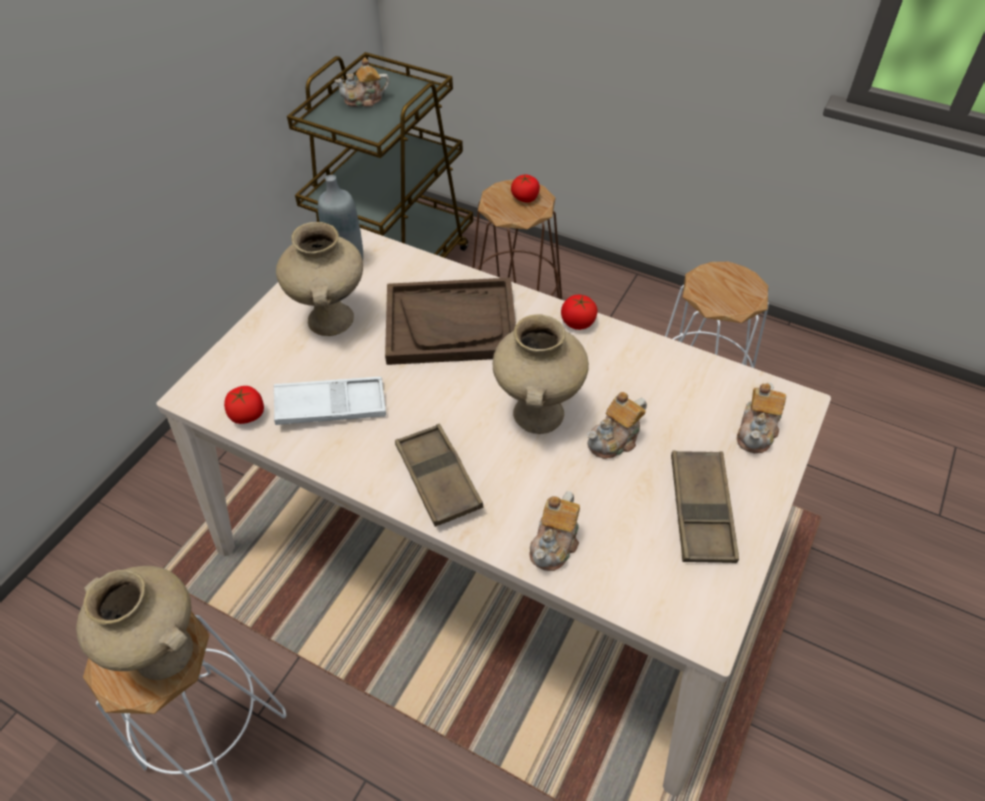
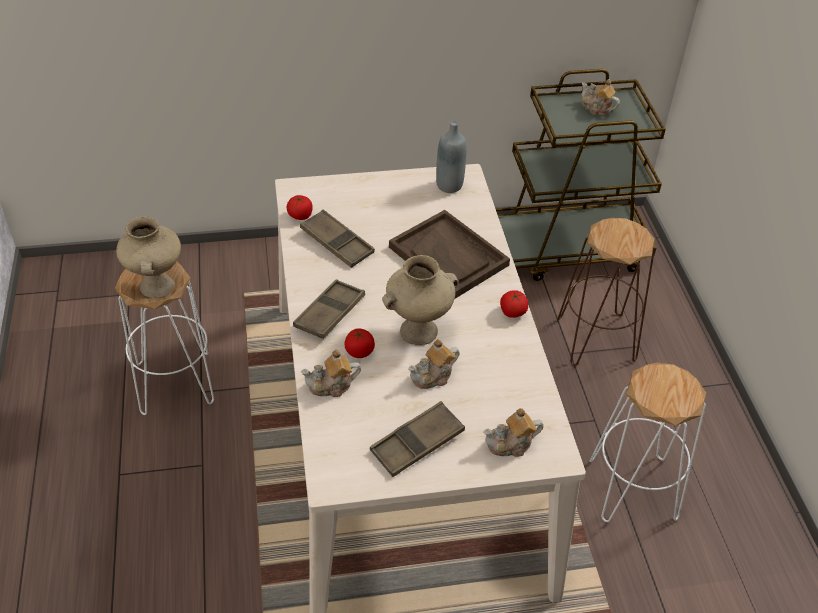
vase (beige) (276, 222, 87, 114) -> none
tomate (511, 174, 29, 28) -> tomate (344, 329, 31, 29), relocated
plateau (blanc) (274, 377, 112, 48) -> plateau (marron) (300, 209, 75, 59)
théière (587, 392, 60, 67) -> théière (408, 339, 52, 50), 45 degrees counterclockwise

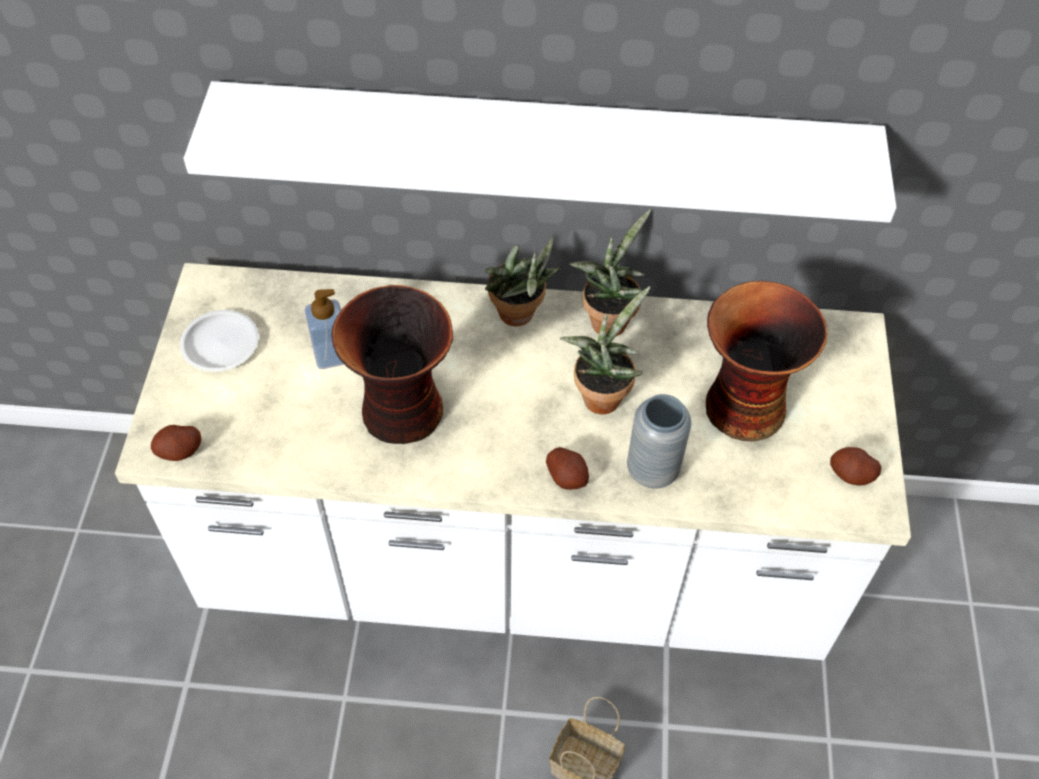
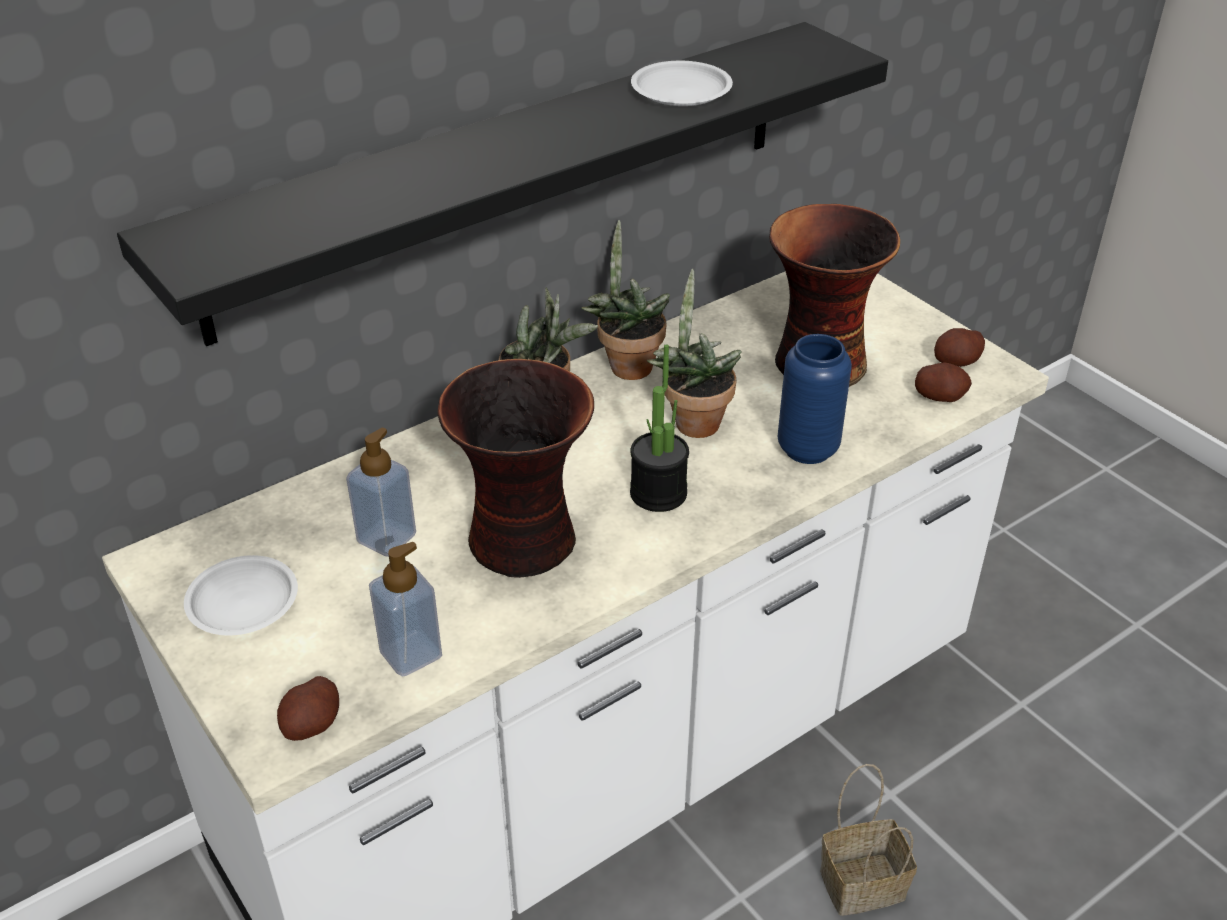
none -> distributeur de savon (369, 542, 73, 135)
none -> plante en pot (630, 344, 59, 168)
none -> assiette (blanc) (631, 61, 102, 45)
pomme de terre (546, 447, 43, 43) -> pomme de terre (915, 362, 57, 40), relocated
étagère (blanc) (184, 81, 713, 142) -> étagère (noir) (117, 22, 771, 324)
vase (gris) (627, 394, 64, 94) -> vase (bleu) (777, 334, 75, 130)

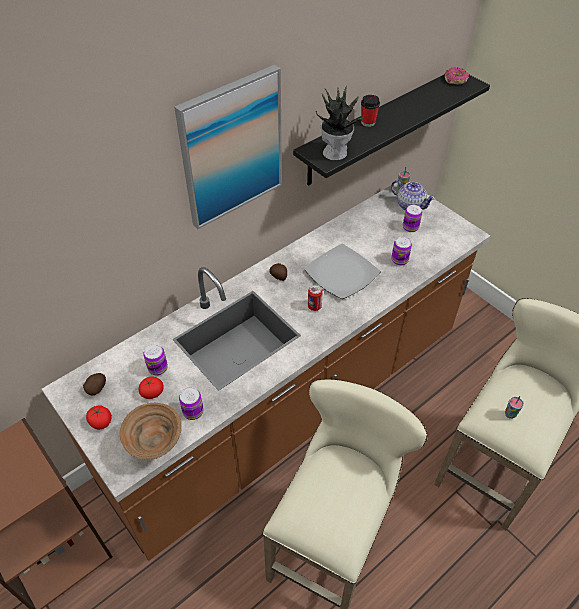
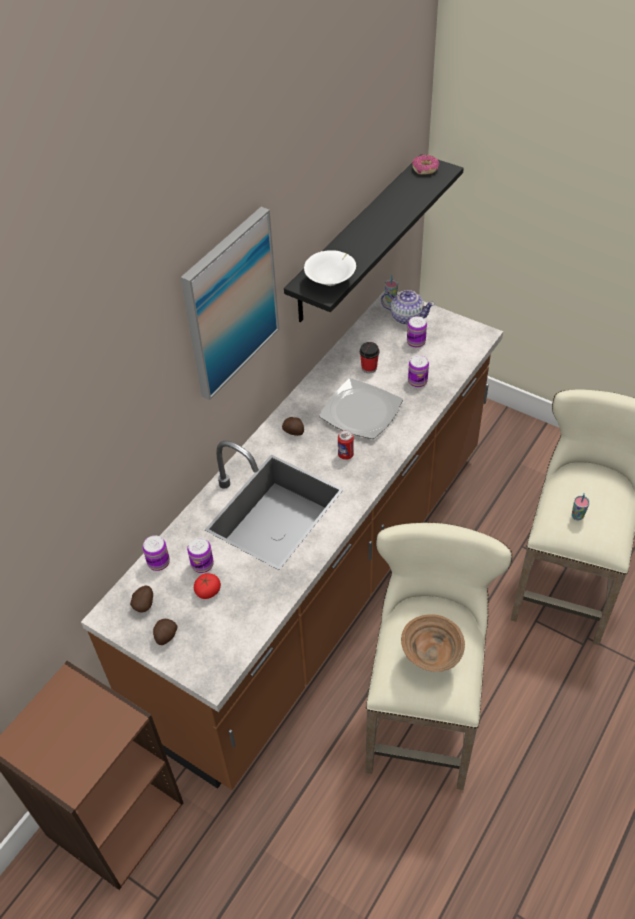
bol (marron) (120, 403, 62, 57) -> bol (marron) (401, 614, 64, 58), relocated
boîte métallique (179, 387, 25, 33) -> boîte métallique (142, 535, 28, 36), relocated
tasse (361, 95, 19, 32) -> tasse (360, 342, 19, 31), relocated
tomate (86, 405, 26, 24) -> pomme de terre (153, 619, 25, 26)
plante en pot (316, 86, 51, 74) -> bol (blanc) (304, 250, 52, 36)

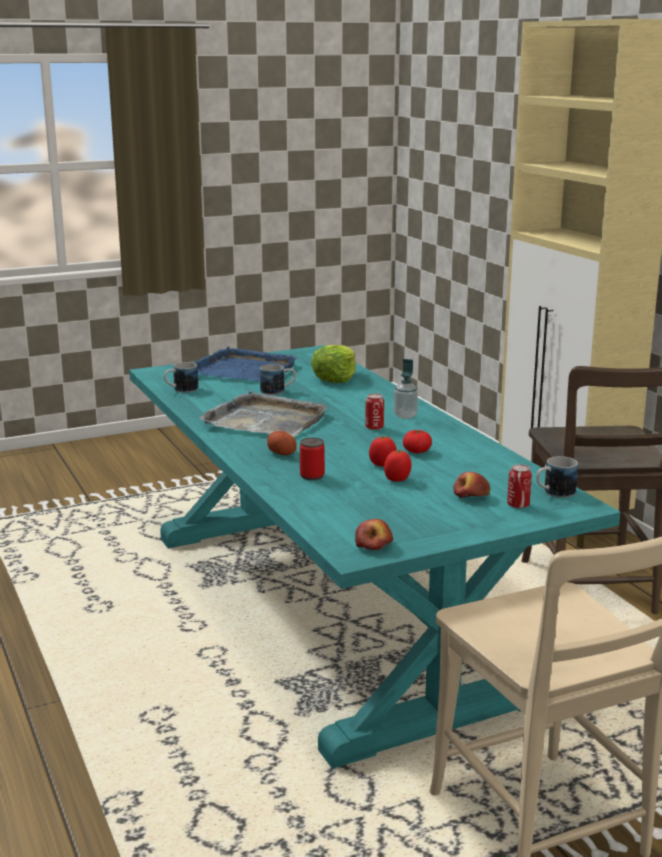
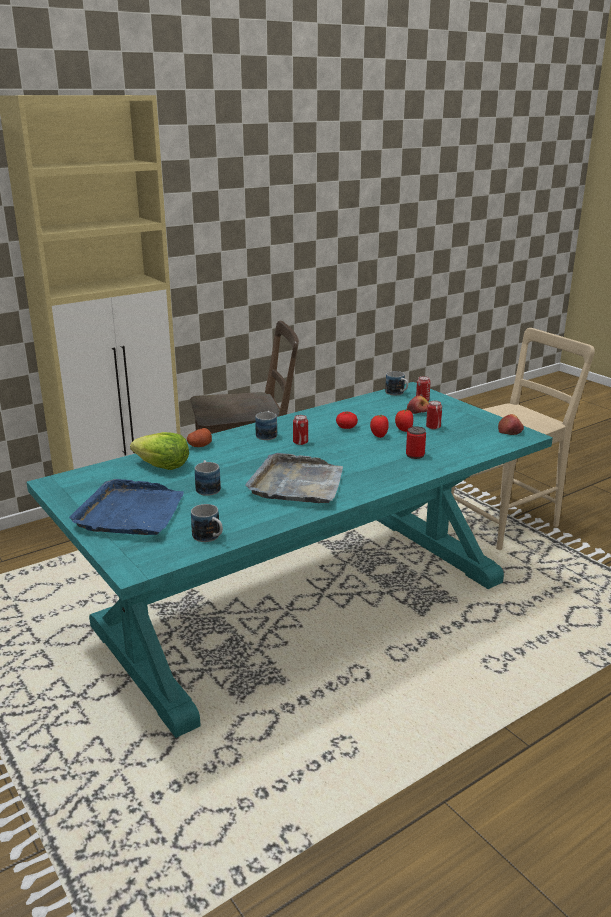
none -> boîte métallique (426, 401, 16, 28)
pomme de terre (267, 431, 30, 24) -> pomme de terre (187, 428, 25, 19), relocated
distributeur de savon (394, 359, 24, 60) -> mug (255, 411, 22, 29)

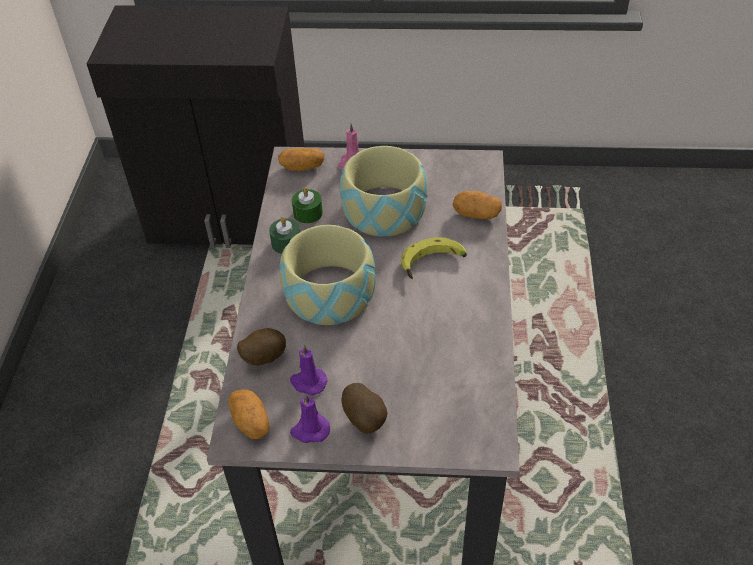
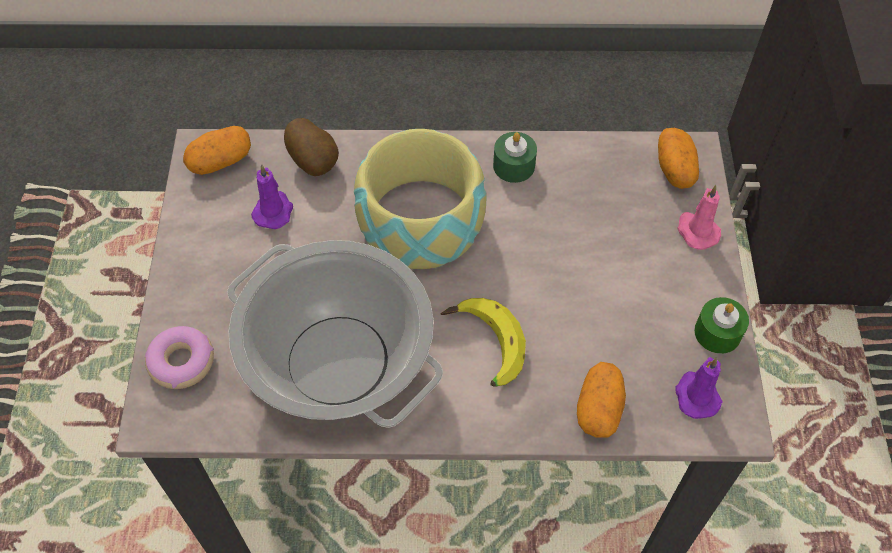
bol (340, 146, 88, 91) -> none
pomme de terre (341, 383, 46, 51) -> none
none -> beignet (145, 326, 69, 63)
none -> marmite (227, 240, 216, 188)
bougie (violet) (290, 393, 40, 50) -> bougie (violet) (676, 357, 47, 62), relocated
bougie (vert) (292, 187, 31, 37) -> bougie (vert) (694, 297, 55, 57), relocated

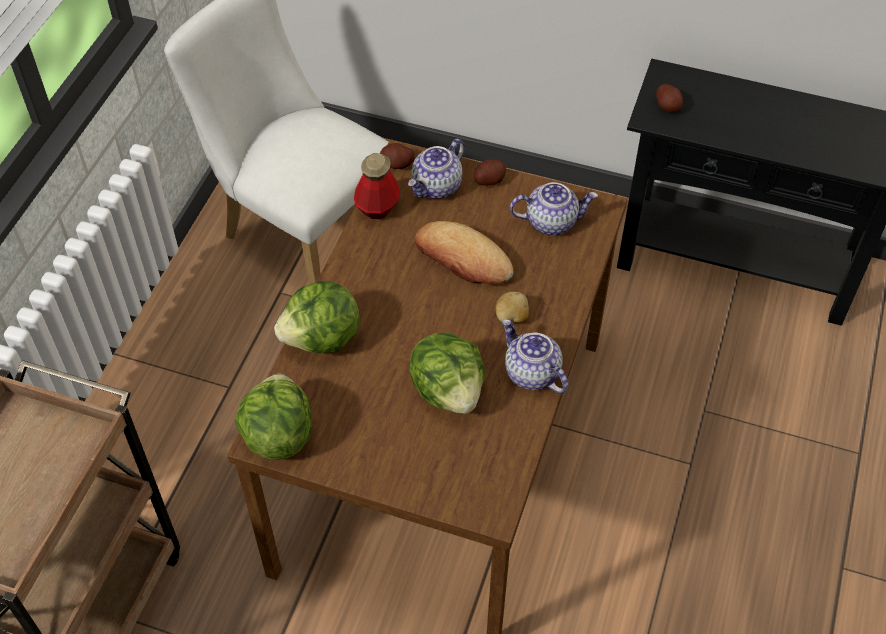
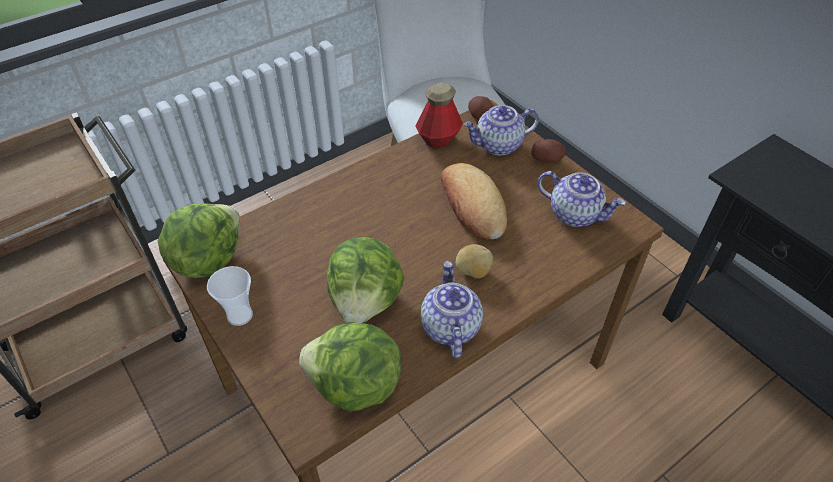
pomme de terre (656, 84, 27, 28) -> none
none -> tasse (207, 266, 46, 60)
laitue (274, 281, 86, 72) -> laitue (299, 322, 102, 90), relocated

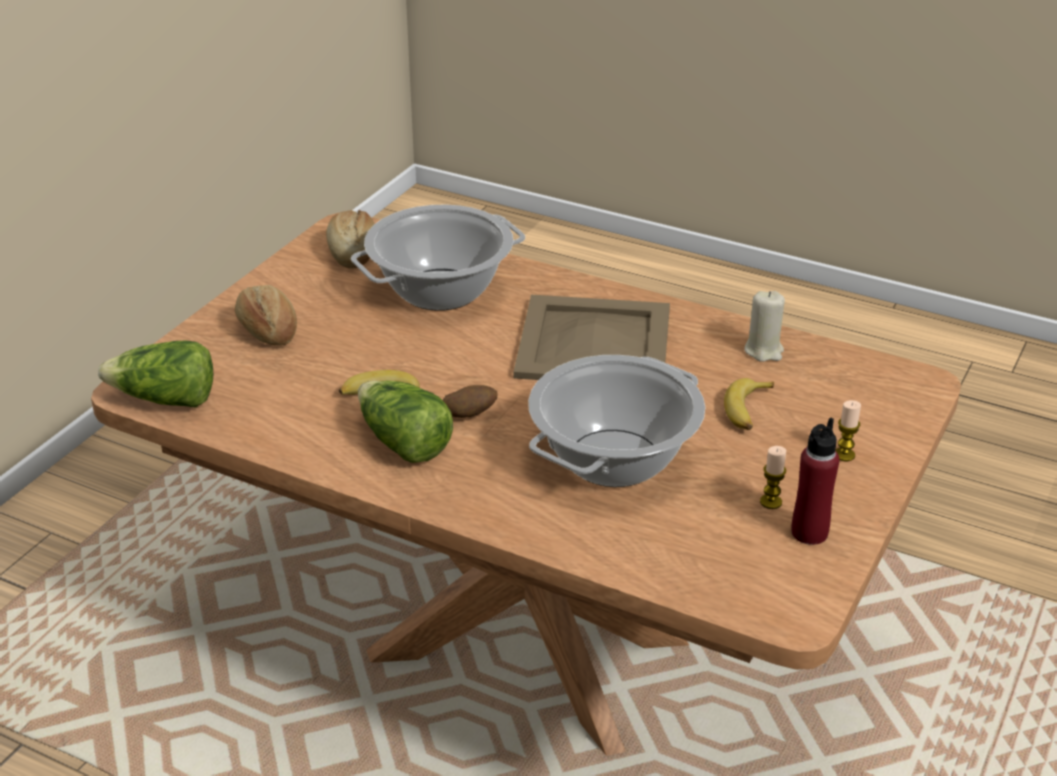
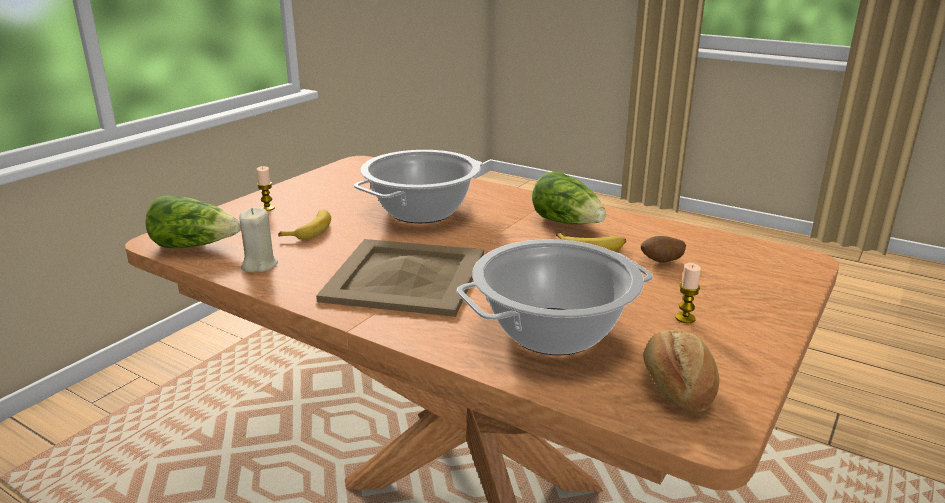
pain (235, 285, 62, 61) -> none
bouteille (rouge) (791, 418, 48, 127) -> none
laitue (98, 341, 115, 67) -> laitue (146, 195, 95, 53), relocated
pomme de terre (443, 385, 54, 33) -> pomme de terre (641, 236, 45, 27), relocated
bougie (760, 446, 26, 63) -> bougie (675, 263, 26, 60), relocated

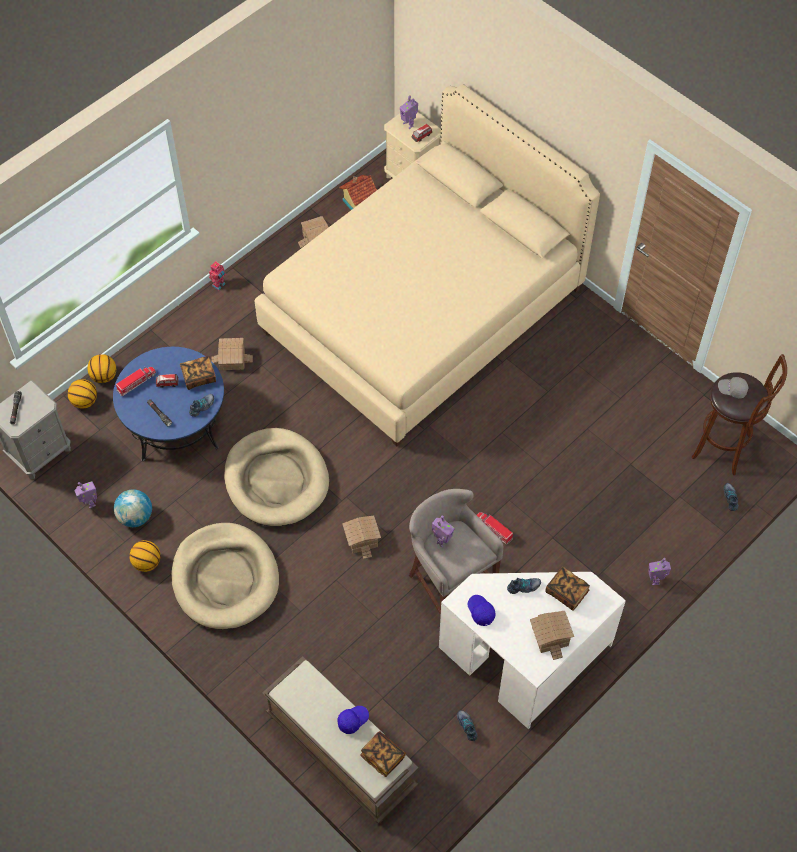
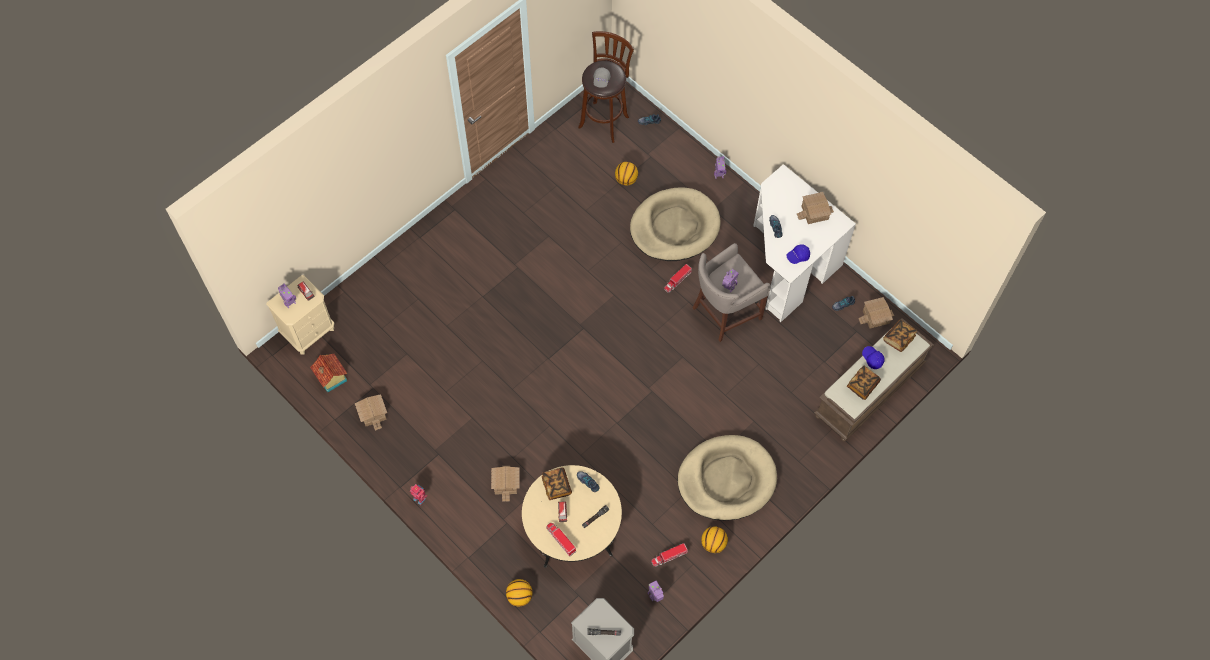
lit (beige) (255, 84, 345, 362) -> none
ballon de basket (68, 379, 29, 30) -> ballon de basket (615, 162, 23, 23), relocated
panier pour chien (beige) (224, 428, 105, 98) -> panier pour chien (beige) (630, 187, 91, 74), relocated
maison miniature (342, 516, 39, 43) -> maison miniature (858, 297, 36, 32), relocated
livre (545, 567, 45, 44) -> livre (847, 365, 34, 35), relocated
globe (114, 489, 38, 38) -> camion jouet (651, 543, 37, 24)
table basse (bleu) (113, 347, 111, 114) -> table basse (beige) (522, 465, 100, 103)

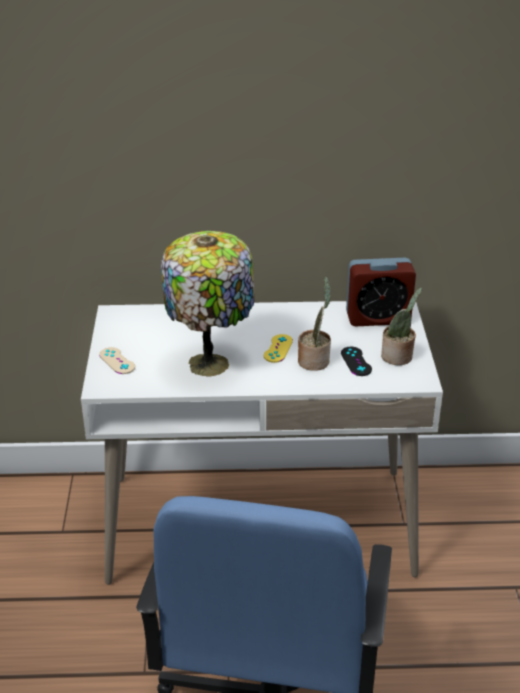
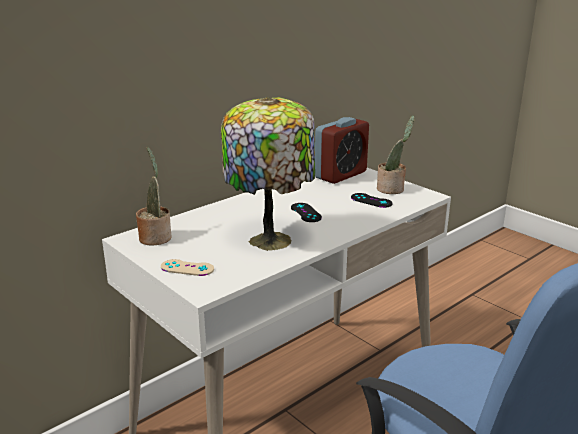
plante en pot (298, 277, 33, 94) -> plante en pot (136, 147, 36, 99), relocated
manette (jaune) (264, 334, 29, 29) -> manette (noir) (291, 203, 31, 19)

